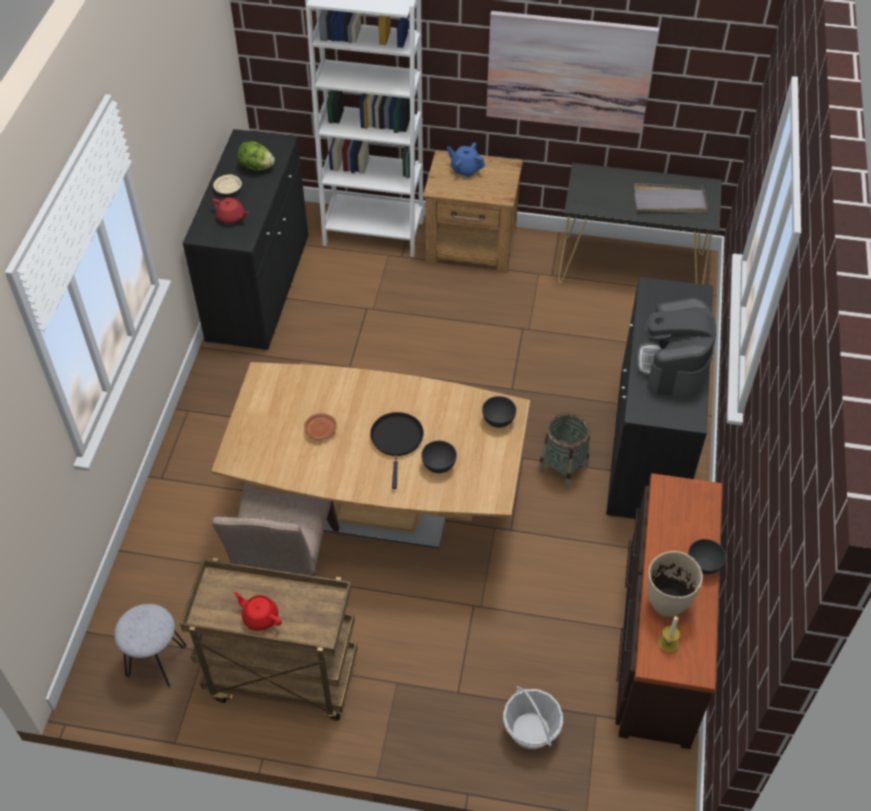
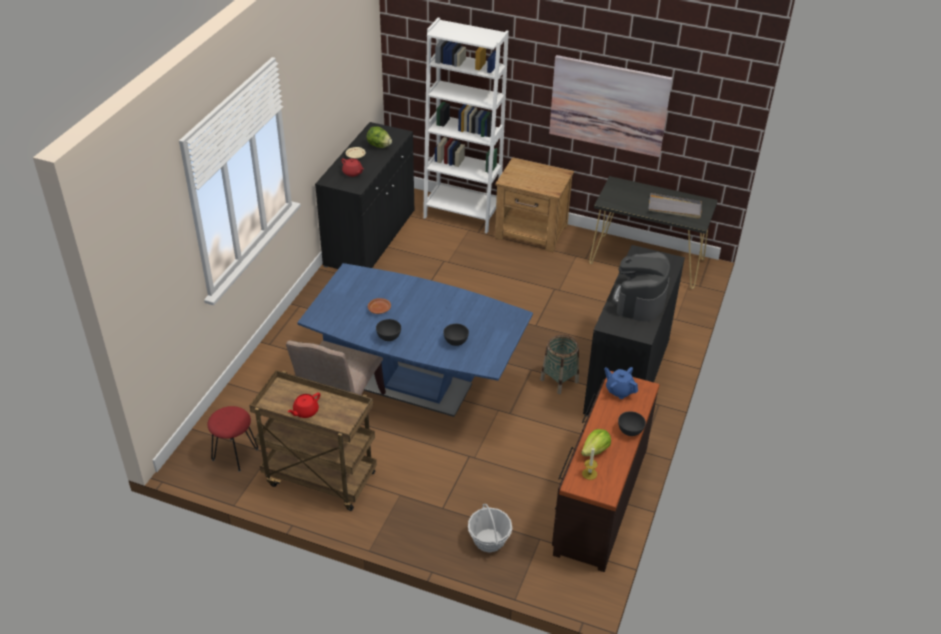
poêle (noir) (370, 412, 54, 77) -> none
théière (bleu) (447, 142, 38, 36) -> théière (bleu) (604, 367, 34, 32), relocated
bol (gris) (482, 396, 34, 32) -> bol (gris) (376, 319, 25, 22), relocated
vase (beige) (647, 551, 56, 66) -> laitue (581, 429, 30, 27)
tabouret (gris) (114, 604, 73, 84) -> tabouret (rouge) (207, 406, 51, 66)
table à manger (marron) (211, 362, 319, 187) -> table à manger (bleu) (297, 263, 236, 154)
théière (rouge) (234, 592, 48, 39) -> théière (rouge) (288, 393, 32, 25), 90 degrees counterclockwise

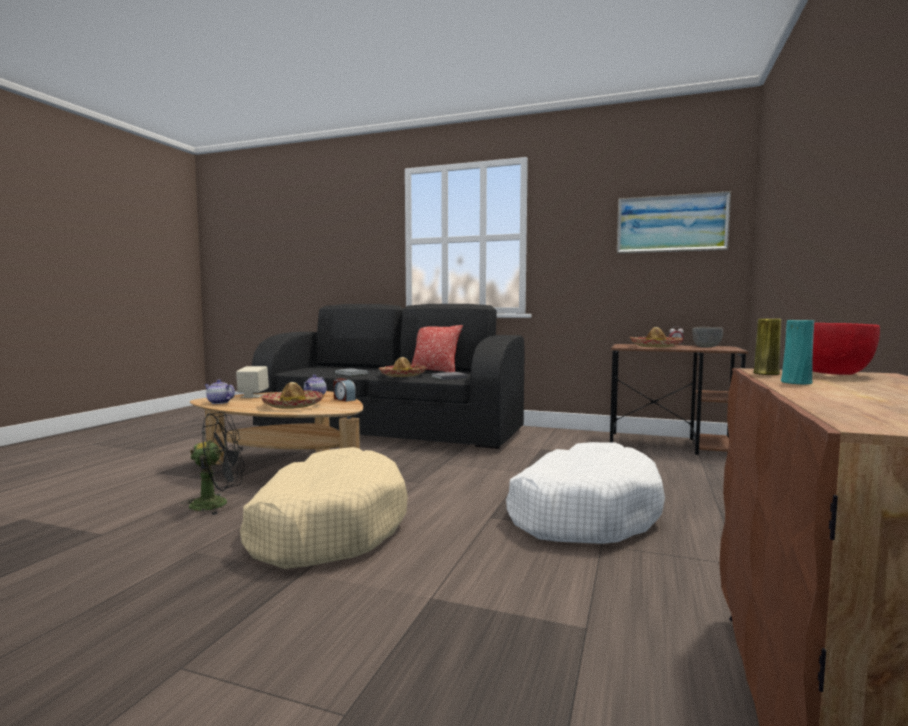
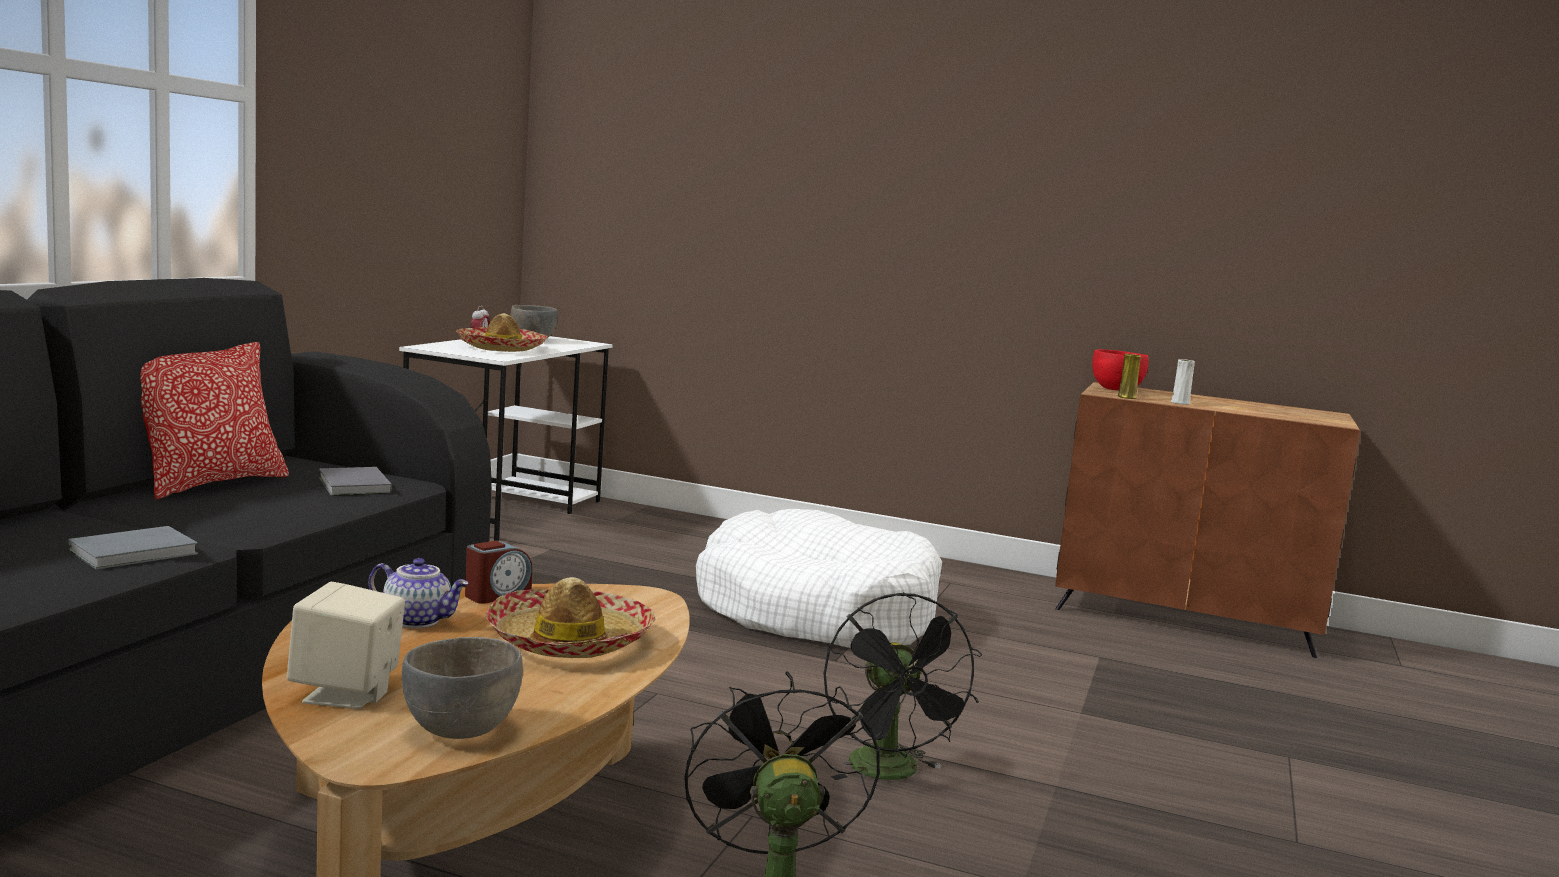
chapeau (379, 357, 48, 20) -> none
tableau (617, 191, 114, 62) -> none
théière (204, 379, 31, 25) -> bol (gris) (402, 637, 121, 102)
panier pour chien (beige) (240, 447, 168, 122) -> ventilateur (noir) (823, 592, 159, 188)
bureau (marron) (610, 344, 138, 111) -> bureau (blanc) (399, 336, 214, 205)
vase (turquoise) (781, 320, 33, 64) -> vase (blanc) (1171, 359, 24, 46)

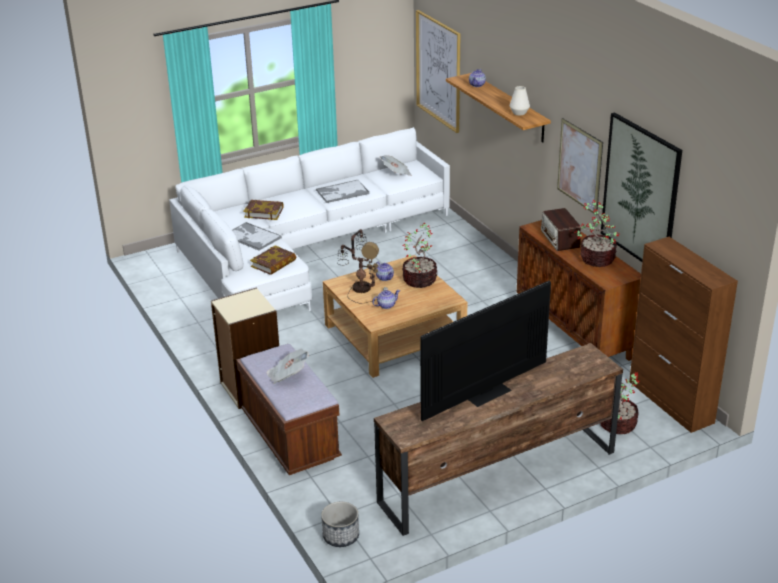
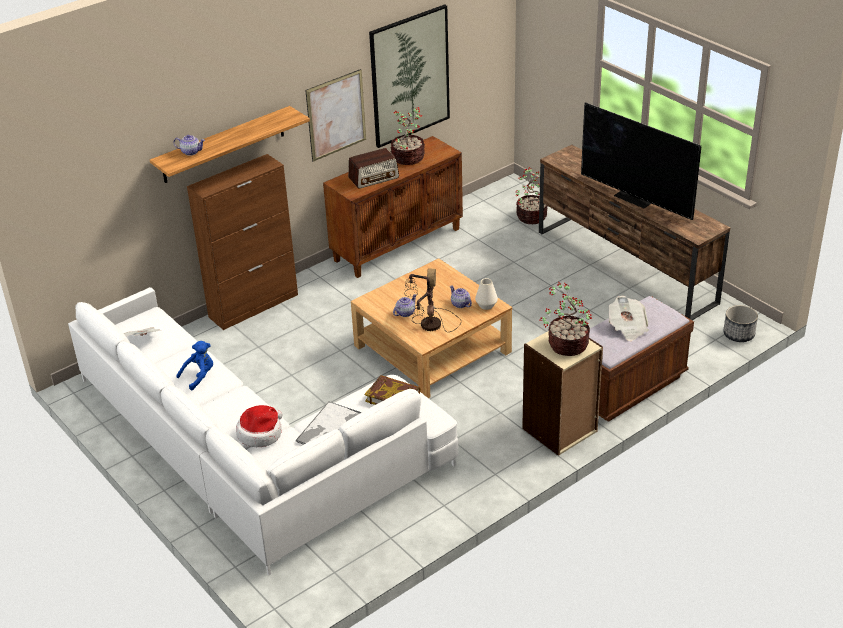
tableau (416, 10, 44, 123) -> none
plante en pot (402, 223, 35, 65) -> plante en pot (540, 282, 52, 74), relocated
vase (blanc) (510, 86, 20, 30) -> vase (blanc) (475, 278, 23, 32), relocated
meuble de rangement (marron) (629, 237, 109, 196) -> meuble de rangement (marron) (187, 154, 111, 176), relocated
livre (243, 200, 41, 20) -> chapeau (236, 405, 46, 42)
plateau (316, 180, 53, 23) -> peluche (bleu) (176, 341, 37, 49)

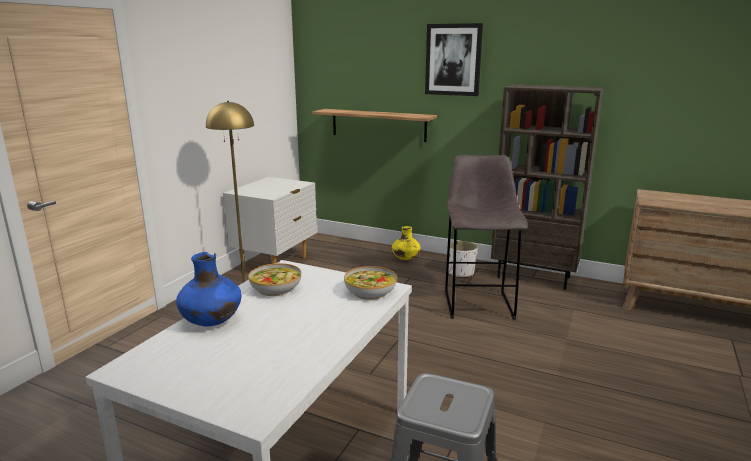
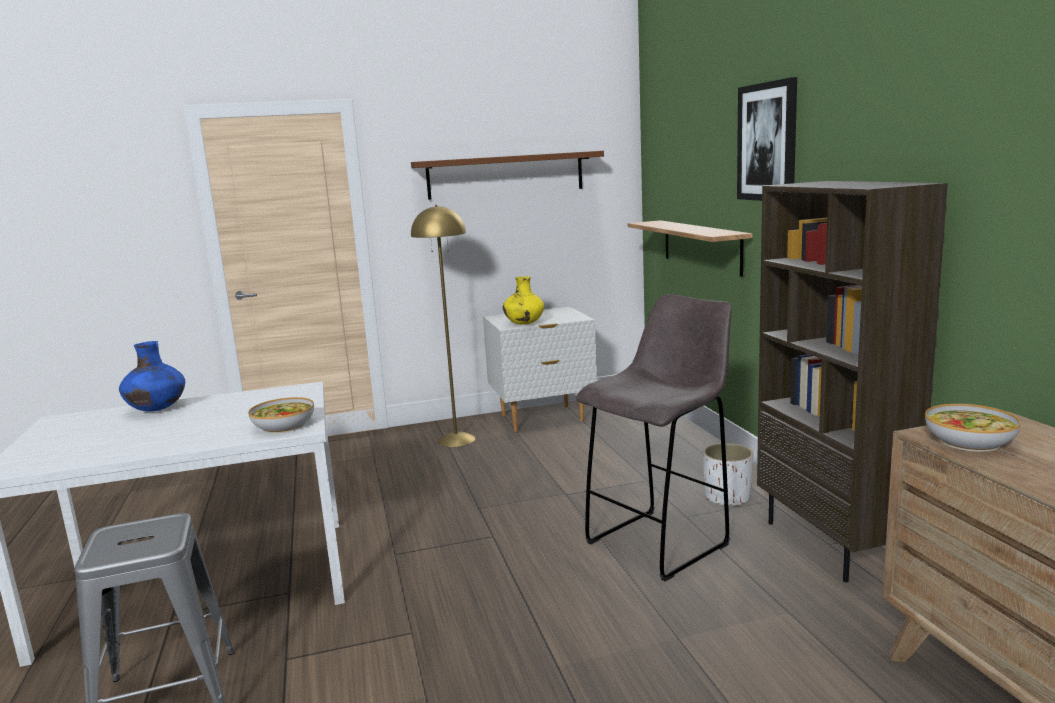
none -> étagère (marron) (411, 151, 193, 49)
bol (248, 263, 53, 33) -> bol (925, 404, 96, 48), relocated
vase (jaune) (392, 226, 29, 34) -> vase (jaune) (503, 276, 41, 49), relocated

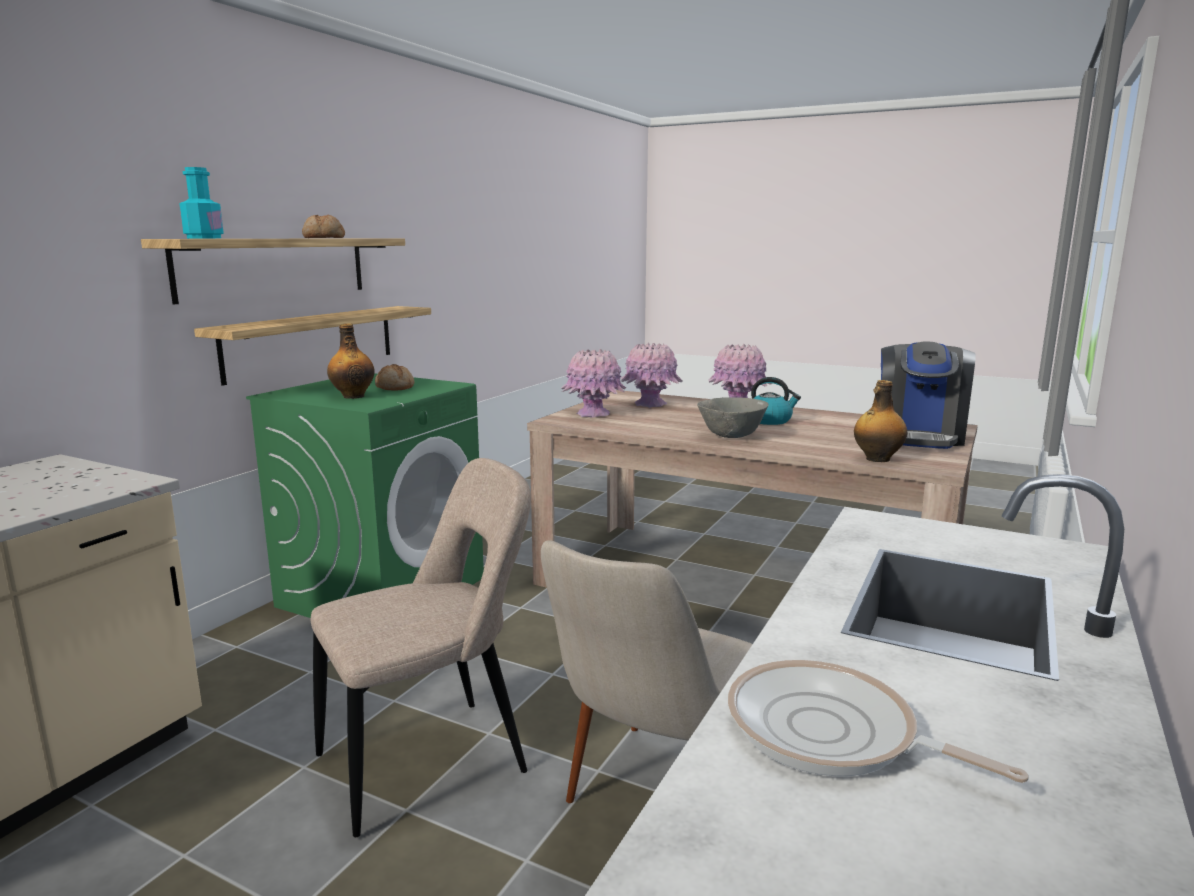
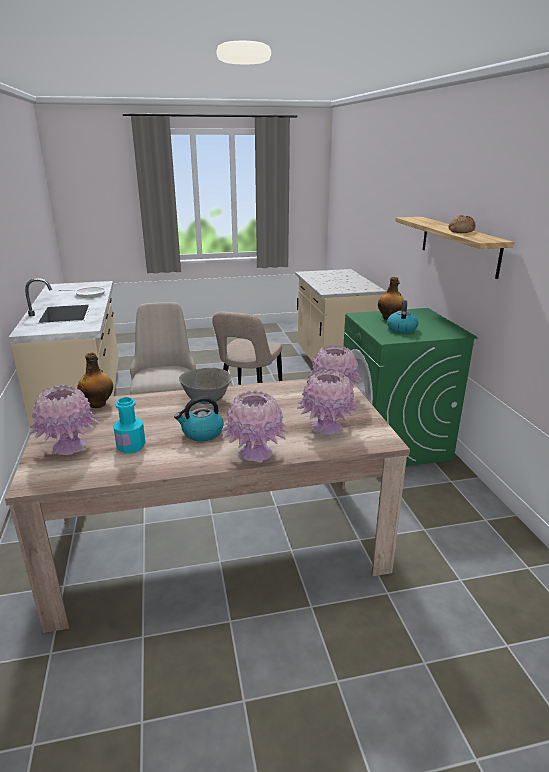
étagère (194, 306, 237, 80) -> none
bouteille (turquoise) (179, 167, 45, 71) -> bouteille (turquoise) (113, 397, 33, 56), relocated
pain (375, 364, 39, 27) -> bouilloire (387, 300, 32, 33)
machine à café (881, 341, 95, 108) -> vase (rose) (29, 384, 70, 71)

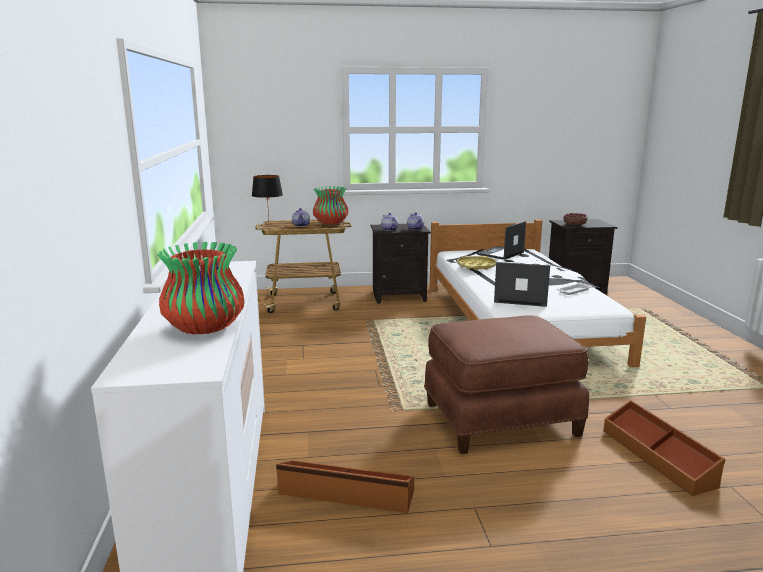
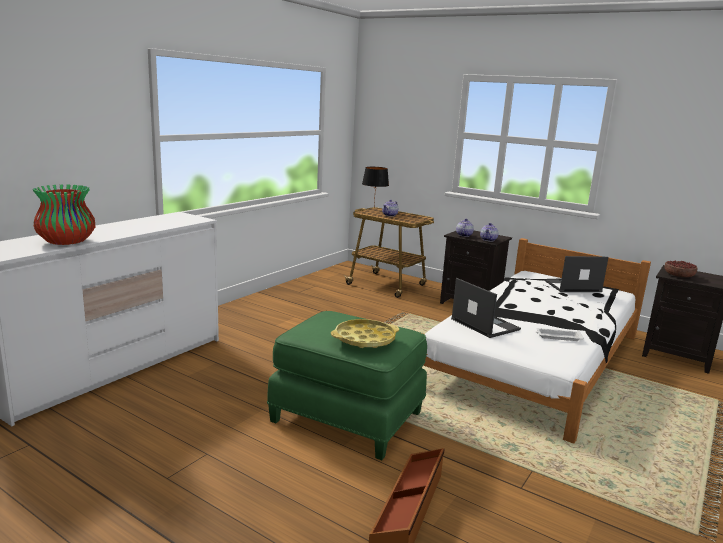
boîte de rangement (marron) (276, 460, 138, 53) -> none
vase (313, 186, 35, 39) -> none
plateau (jaune) (457, 256, 39, 14) -> plateau (jaune) (331, 319, 68, 29), relocated
pouf (marron) (424, 315, 165, 139) -> pouf (vert) (267, 311, 160, 149)

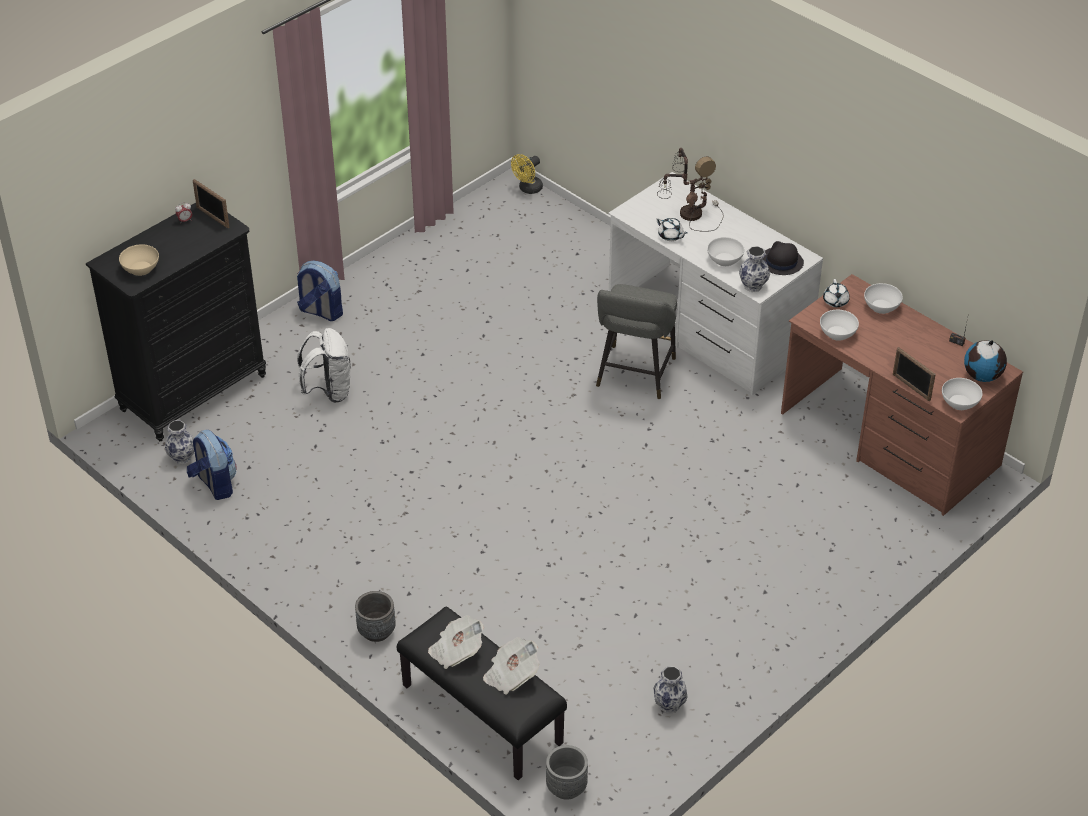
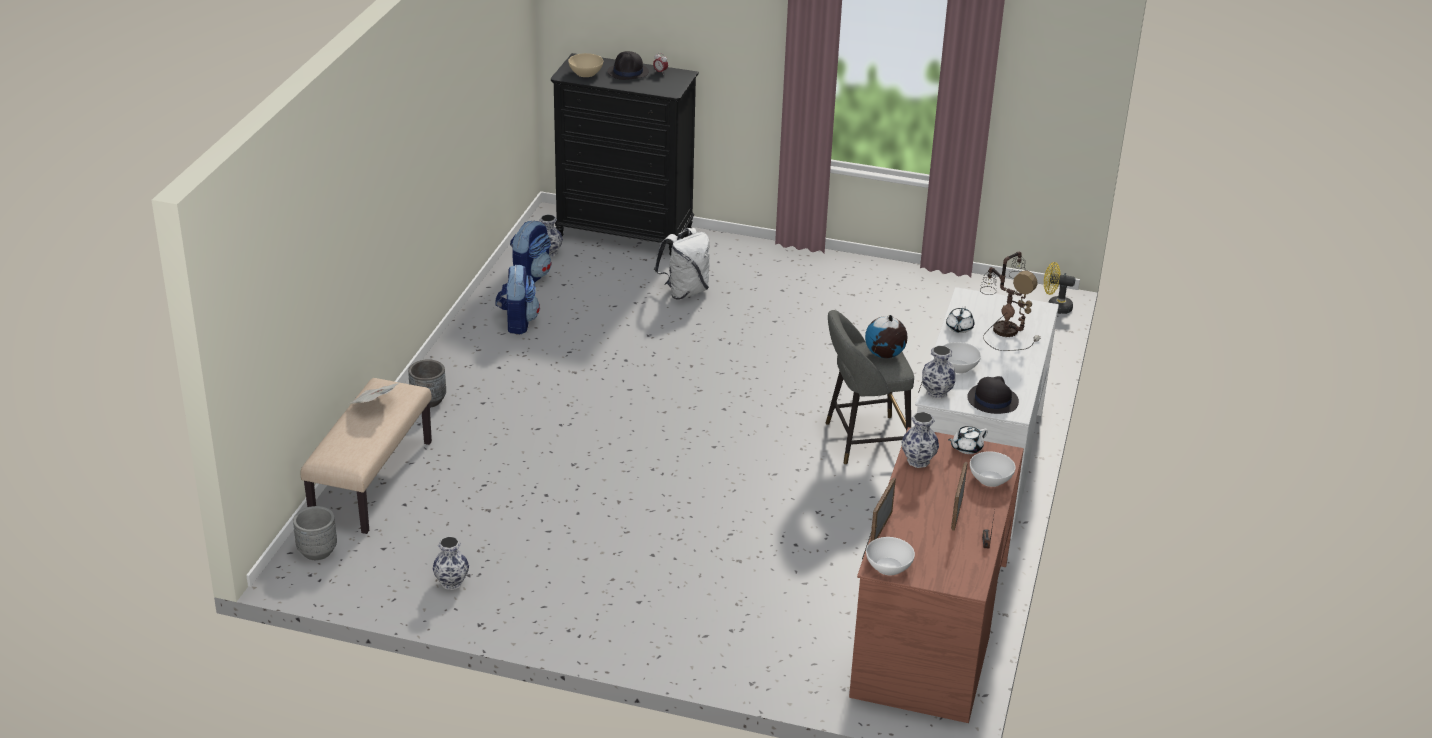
journal (483, 637, 57, 58) -> none
none -> chapeau (noir) (607, 51, 42, 29)
cadre photo (193, 179, 36, 49) -> cadre photo (951, 462, 17, 69), relocated
sac à dos (297, 261, 46, 60) -> sac à dos (496, 265, 44, 69), relocated
globe (964, 340, 43, 42) -> globe (865, 315, 42, 43), relocated
bol (blanc) (820, 310, 39, 31) -> vase (901, 412, 38, 56)
banc (noir) (397, 607, 170, 173) -> banc (beige) (301, 378, 131, 156)

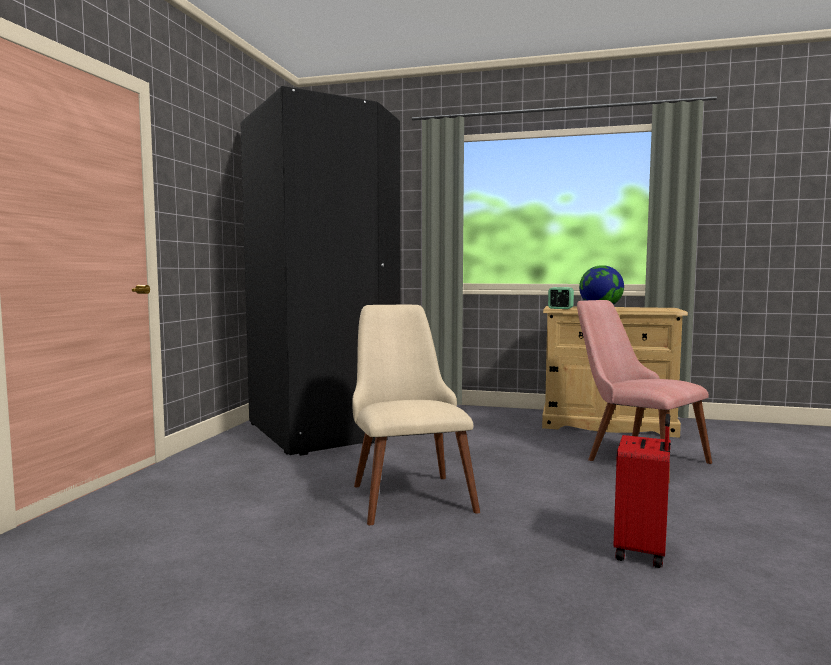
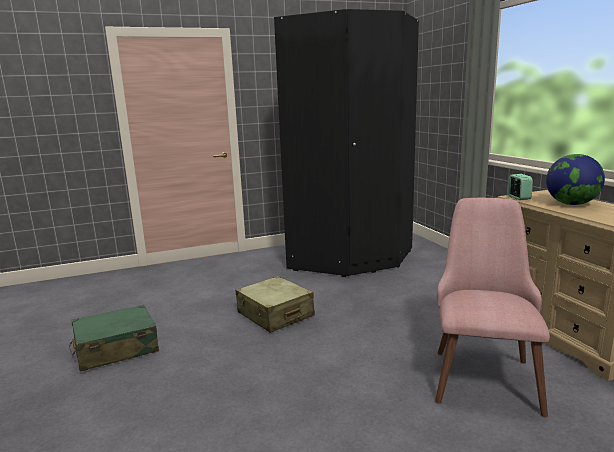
valise (rouge) (614, 414, 57, 154) -> none
none -> valise (vert) (69, 305, 90, 67)
chaise (beige) (352, 305, 128, 220) -> valise (beige) (236, 276, 79, 57)

